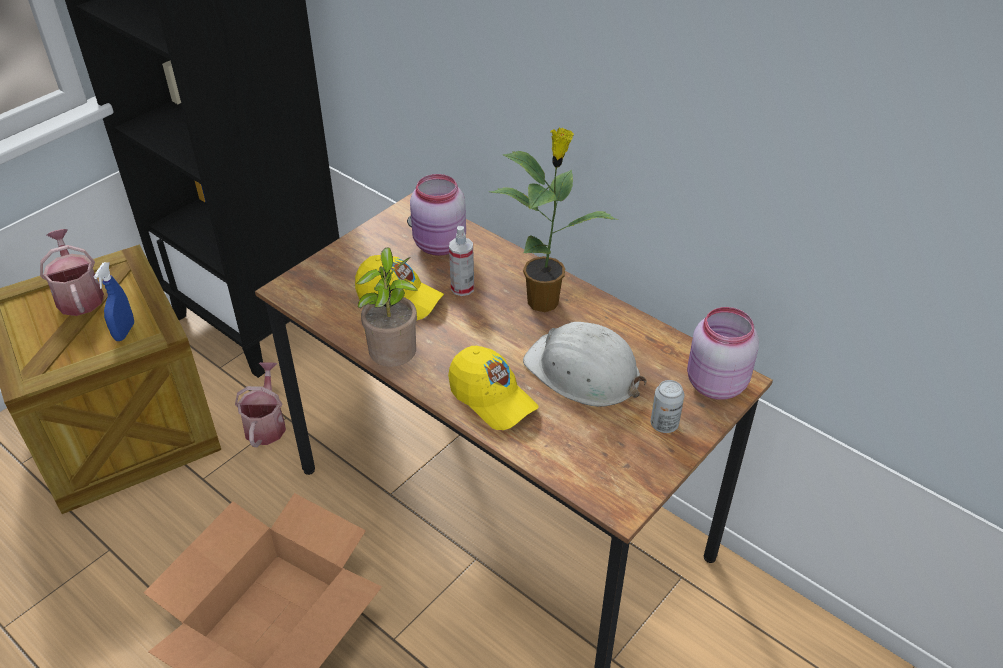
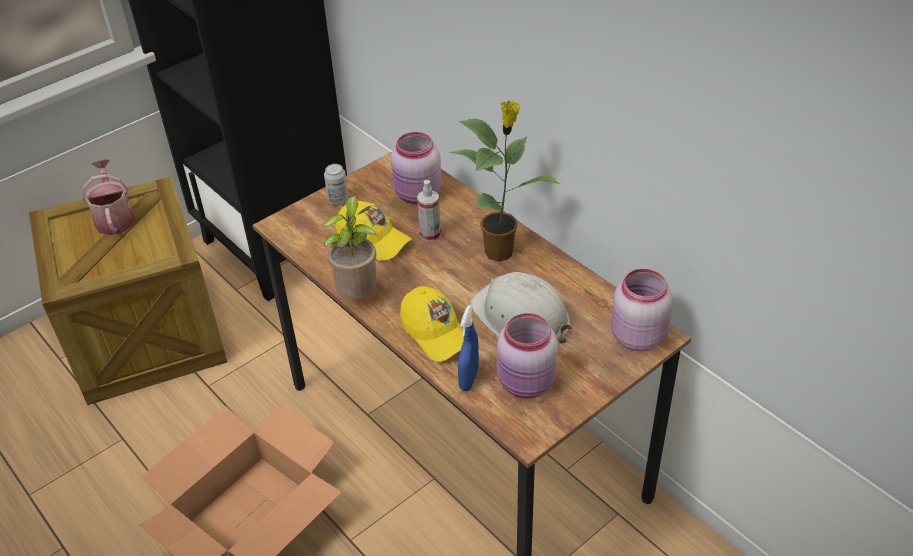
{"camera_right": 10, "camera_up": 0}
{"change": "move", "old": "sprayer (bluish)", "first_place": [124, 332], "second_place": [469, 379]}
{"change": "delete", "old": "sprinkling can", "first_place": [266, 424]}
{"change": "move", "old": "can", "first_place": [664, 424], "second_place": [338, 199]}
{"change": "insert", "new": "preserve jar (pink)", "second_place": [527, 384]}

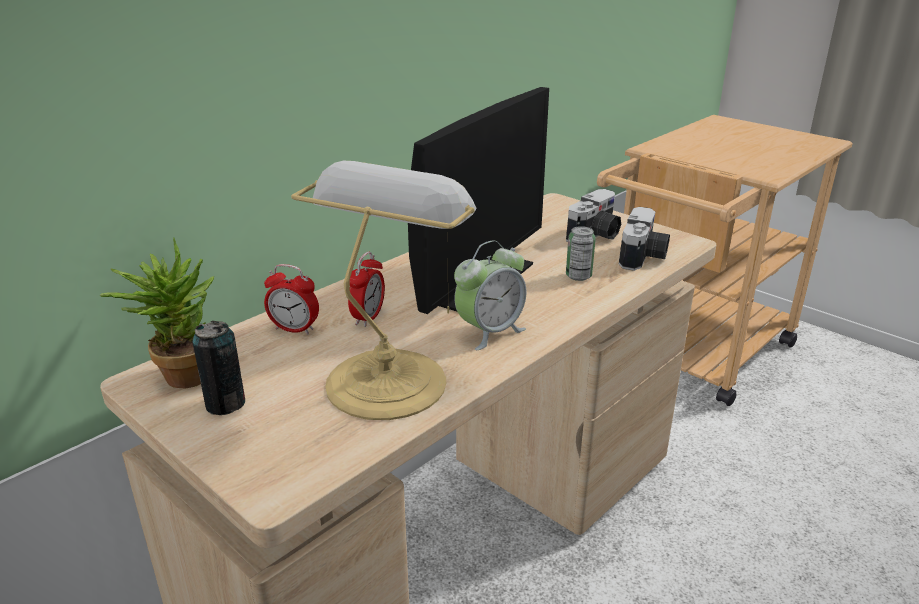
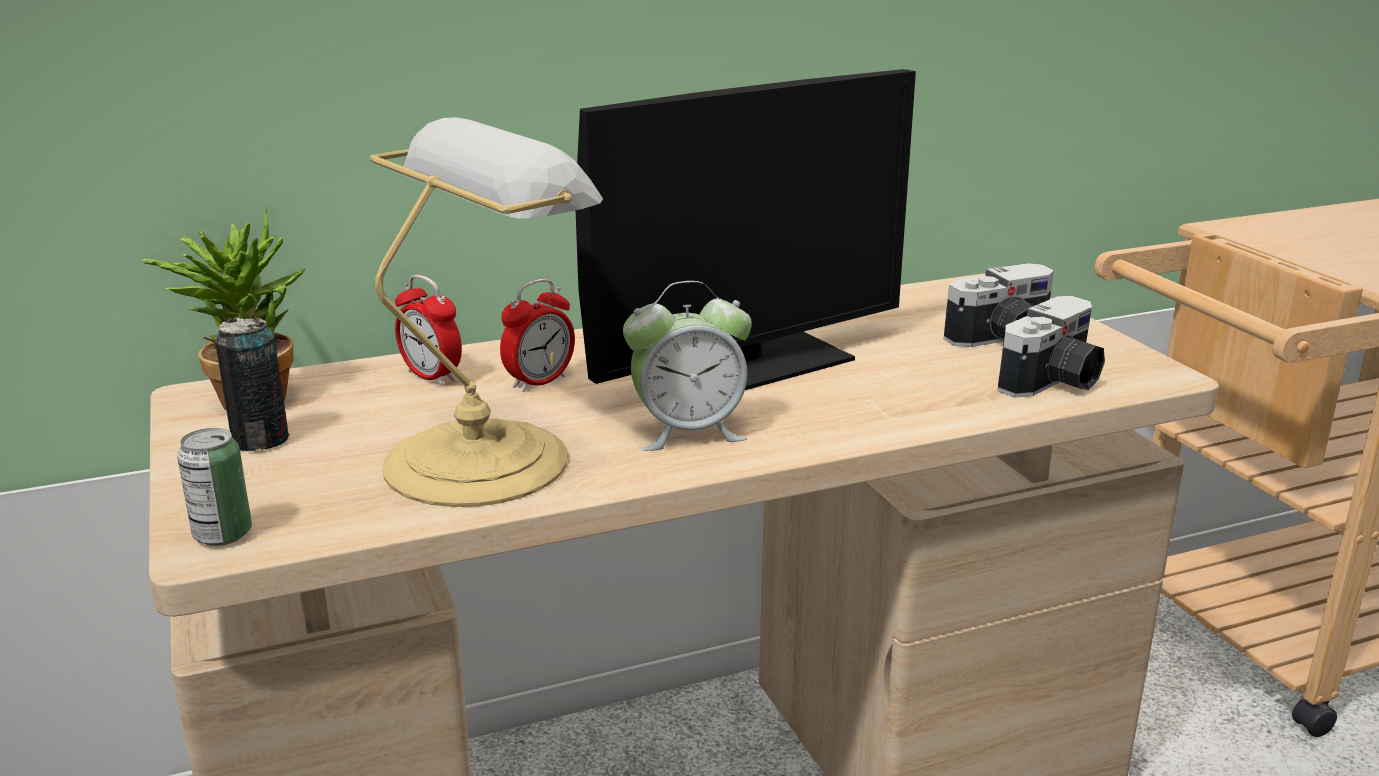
{"camera_right": 25, "camera_up": -5}
{"change": "move", "old": "can", "first_place": [578, 276], "second_place": [223, 535]}

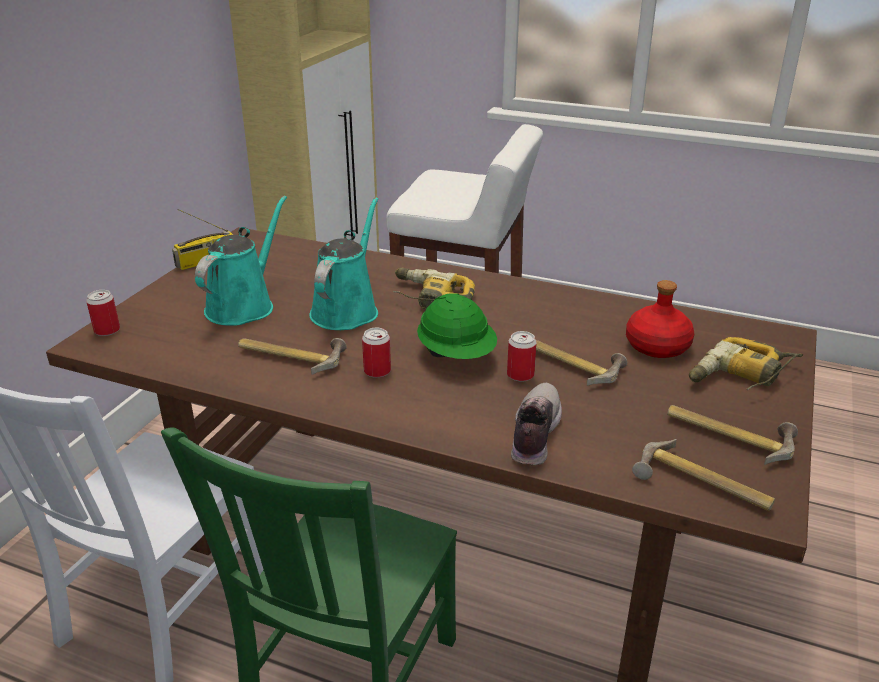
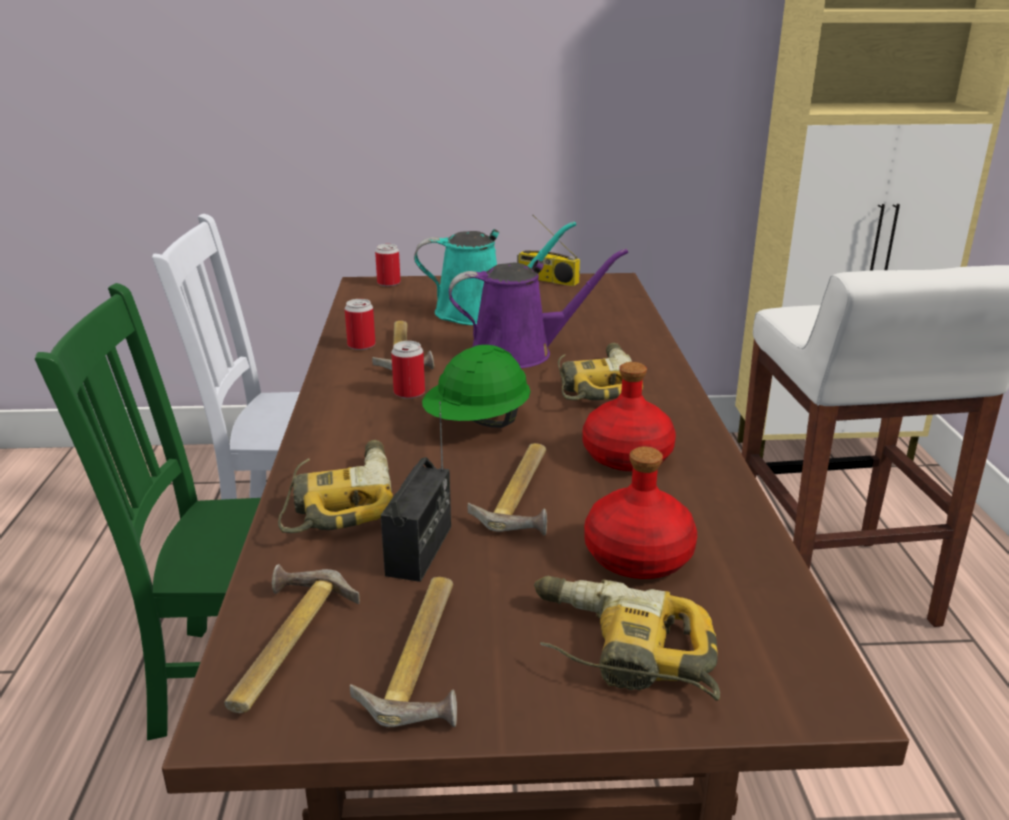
{"camera_right": 65, "camera_up": -5}
{"change": "recolor", "old": "sprinkling can (blue-green)", "new": "sprinkling can (purple-coloured)", "first_place": [347, 310], "second_place": [520, 352]}
{"change": "move", "old": "can", "first_place": [520, 375], "second_place": [361, 345]}
{"change": "replace", "old": "low shoe", "new": "drill", "first_place": [533, 434], "second_place": [339, 500]}
{"change": "insert", "new": "beverage bottle (red)", "second_place": [627, 456]}
{"change": "insert", "new": "radio set", "second_place": [420, 550]}

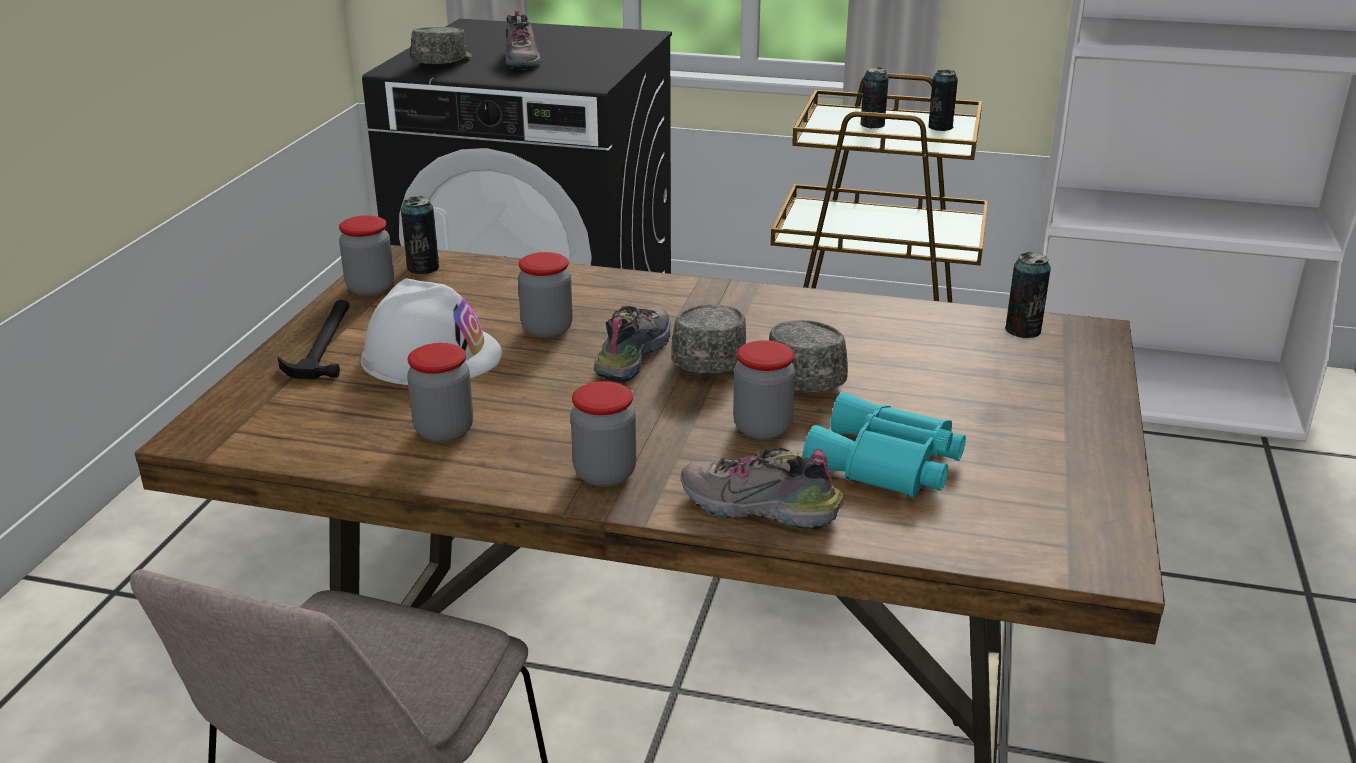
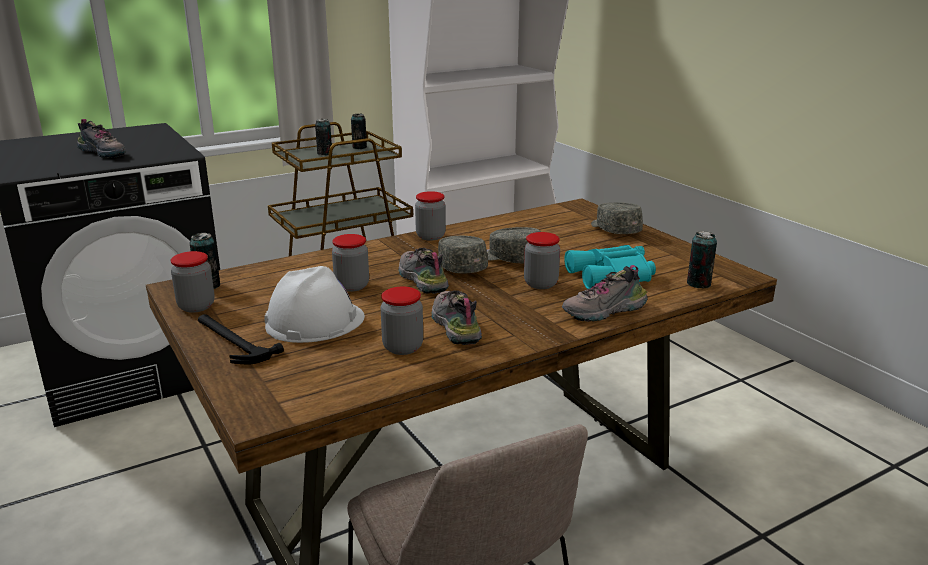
{"camera_right": -45, "camera_up": -5}
{"change": "move", "old": "cap (greyish)", "first_place": [444, 62], "second_place": [614, 230]}
{"change": "move", "old": "can", "first_place": [1022, 330], "second_place": [698, 284]}
{"change": "move", "old": "preserve jar", "first_place": [605, 474], "second_place": [430, 236]}
{"change": "insert", "new": "low shoe", "second_place": [453, 326]}

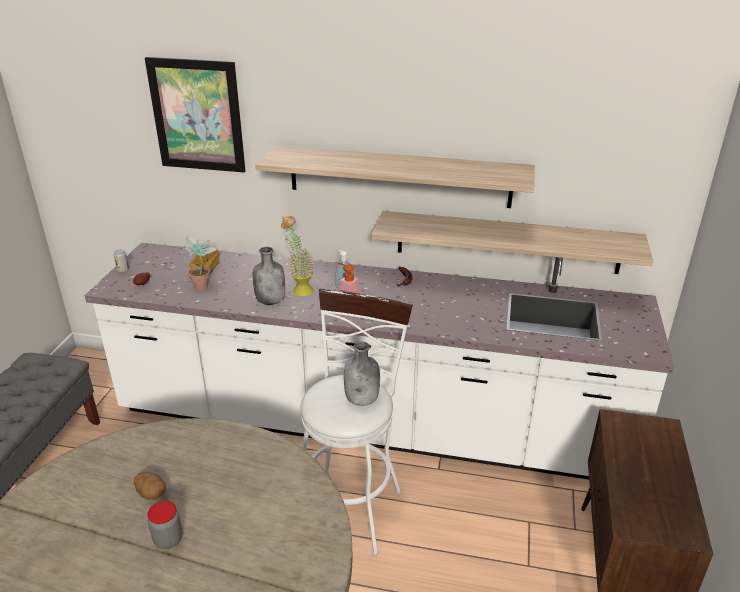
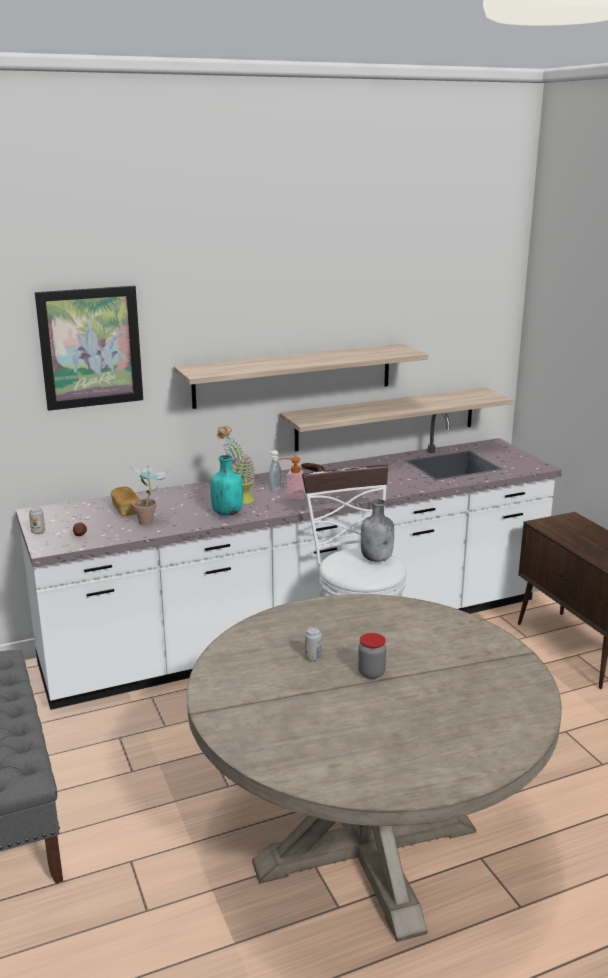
{"camera_right": -35, "camera_up": -10}
{"change": "recolor", "old": "beverage bottle (greyish)", "new": "beverage bottle (blue-green)", "first_place": [271, 301], "second_place": [227, 513]}
{"change": "replace", "old": "potato", "new": "can", "first_place": [151, 493], "second_place": [313, 657]}

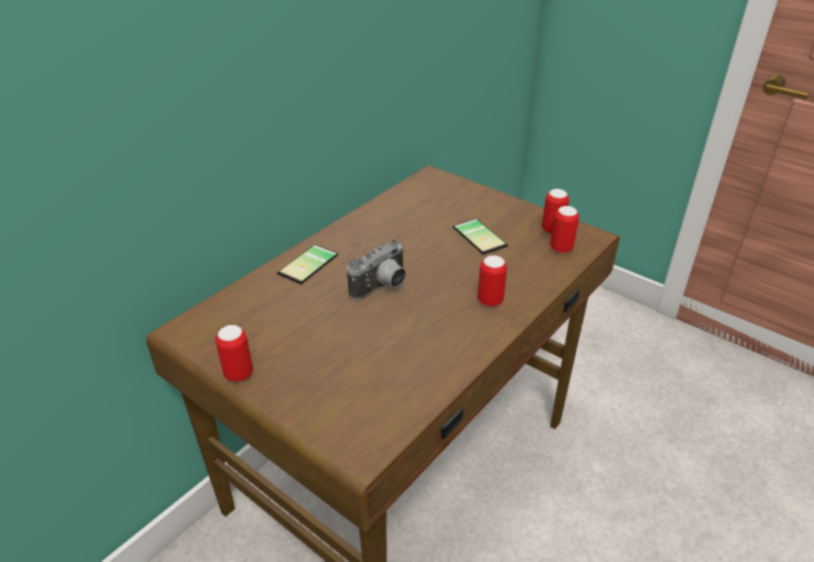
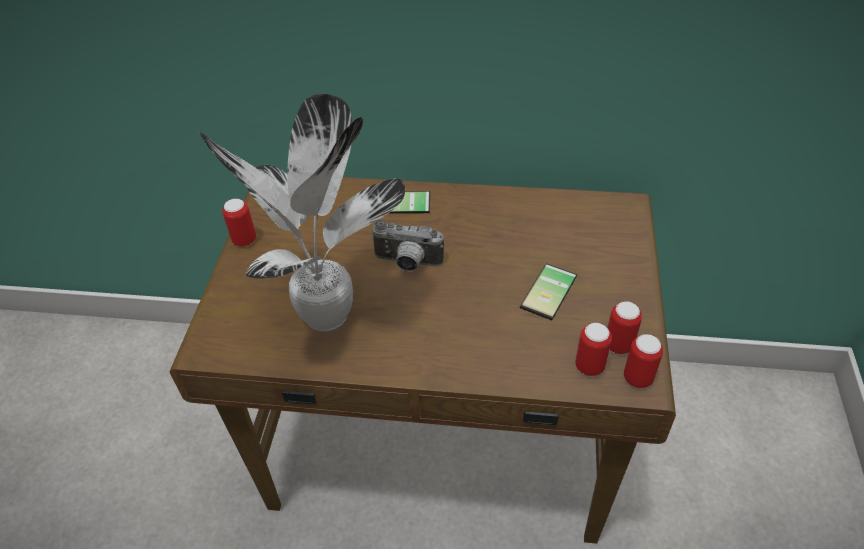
{"camera_right": 60, "camera_up": 10}
{"change": "move", "old": "can", "first_place": [490, 301], "second_place": [638, 378]}
{"change": "insert", "new": "houseplant", "second_place": [330, 318]}

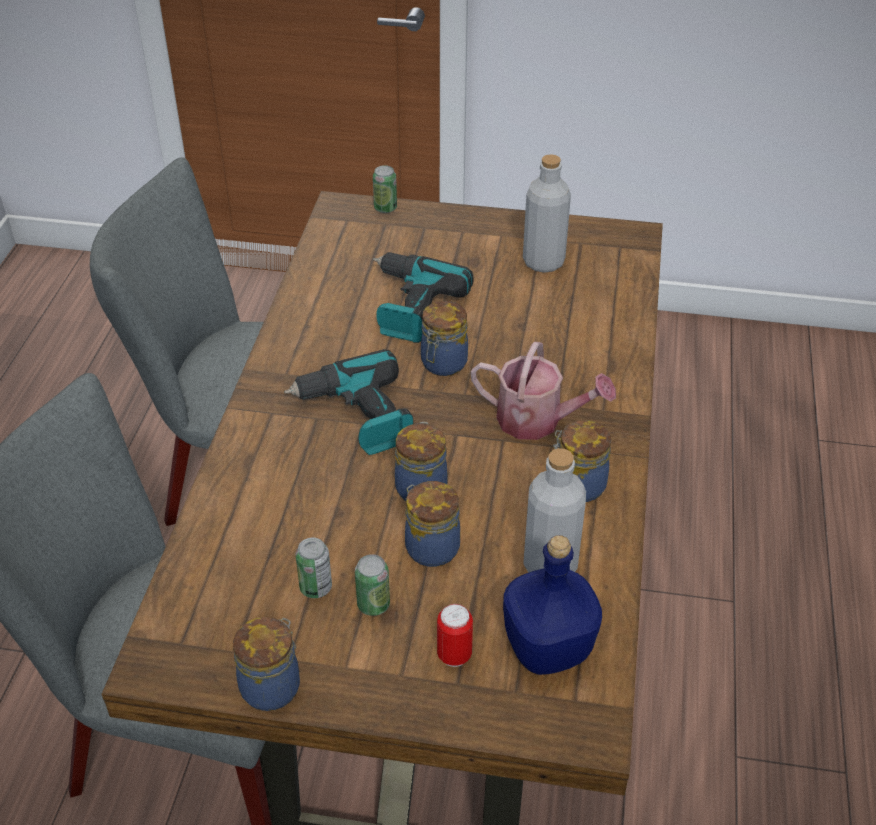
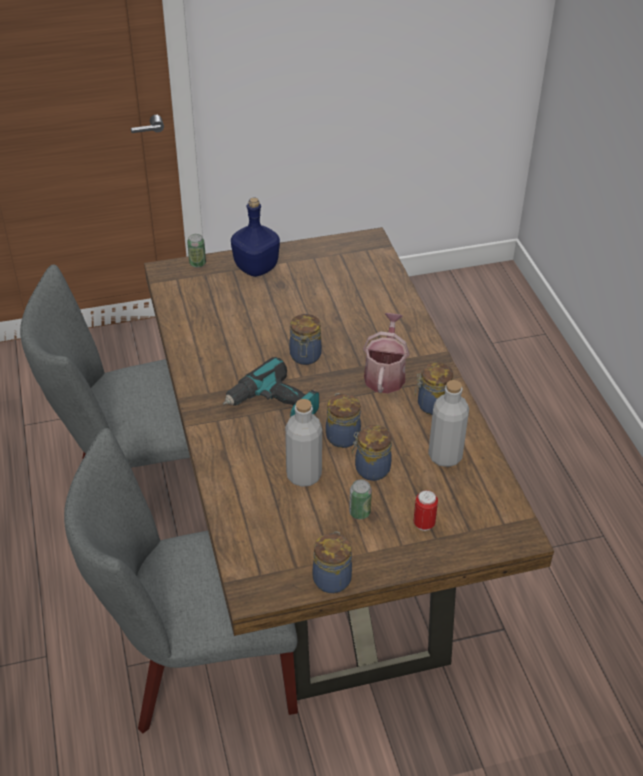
{"camera_right": -25, "camera_up": 0}
{"change": "move", "old": "beverage bottle (greyish)", "first_place": [543, 262], "second_place": [304, 475]}
{"change": "delete", "old": "drill", "first_place": [410, 306]}
{"change": "rotate", "old": "sprinkling can", "first_place": [538, 421], "second_place": [385, 374], "degrees": -75}
{"change": "move", "old": "beverage bottle (bluish)", "first_place": [546, 649], "second_place": [255, 268]}
{"change": "delete", "old": "can", "first_place": [316, 587]}

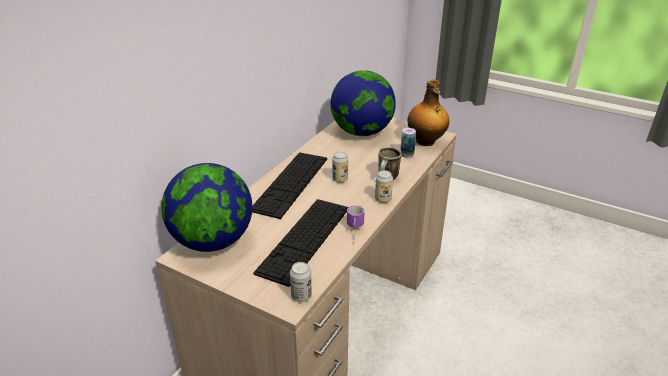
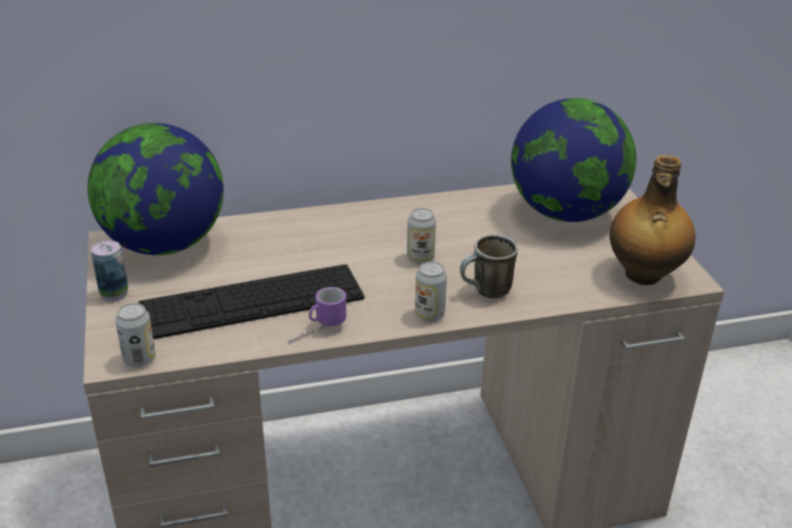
{"camera_right": 45, "camera_up": 0}
{"change": "move", "old": "can", "first_place": [407, 154], "second_place": [114, 293]}
{"change": "delete", "old": "computer keyboard", "first_place": [290, 183]}

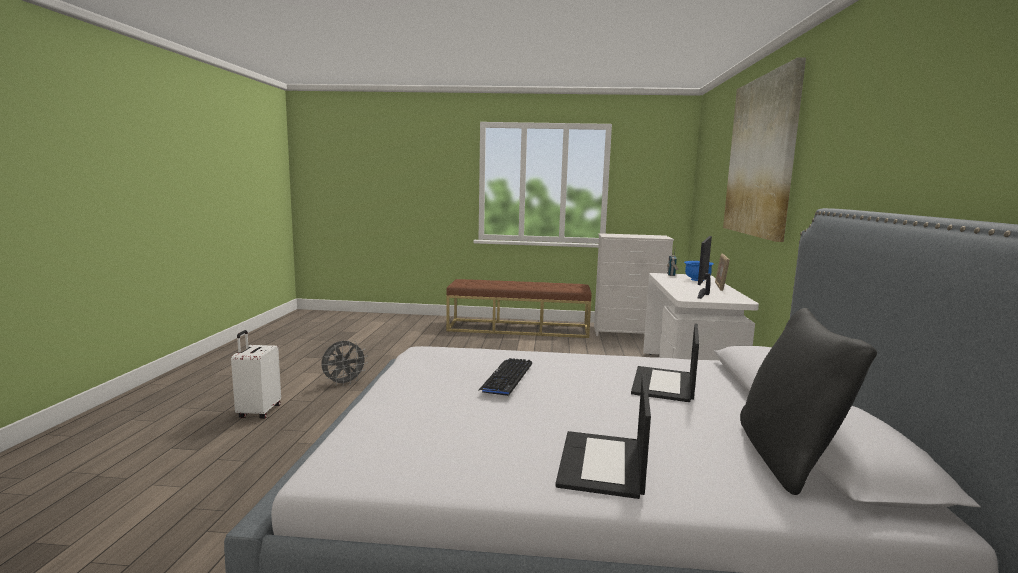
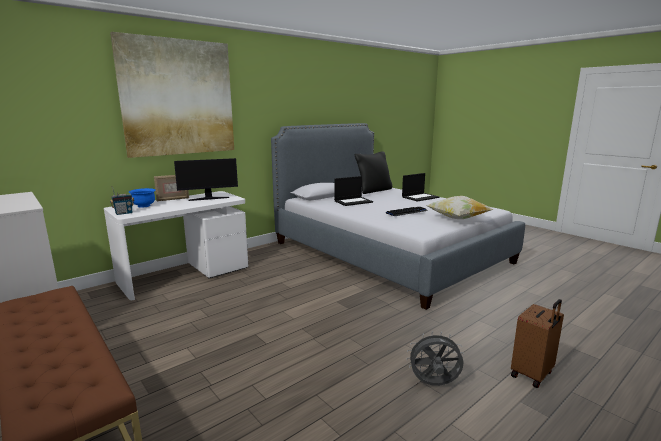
{"camera_right": -135, "camera_up": 5}
{"change": "recolor", "old": "travel case (white)", "new": "travel case (brown)", "first_place": [258, 412], "second_place": [533, 374]}
{"change": "insert", "new": "throw pillow", "second_place": [457, 219]}

